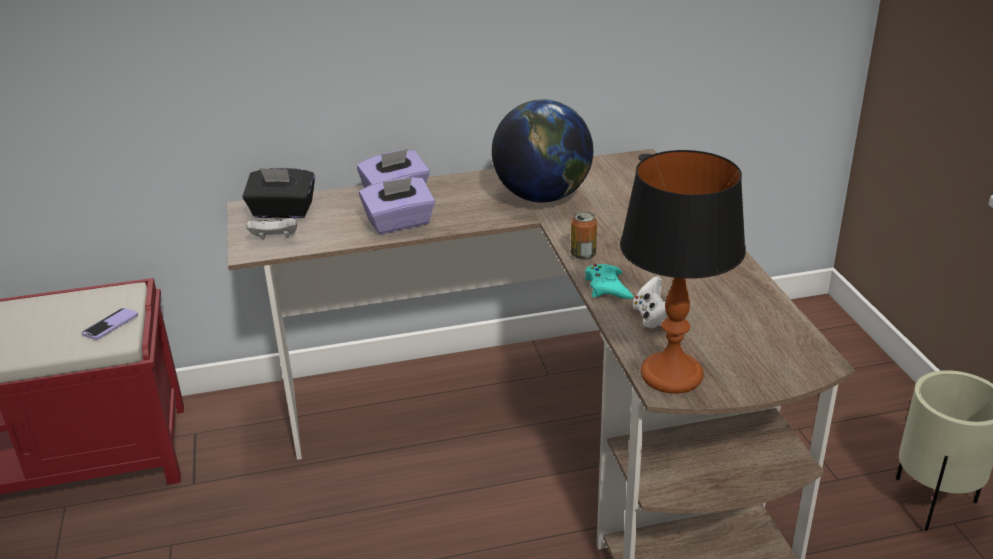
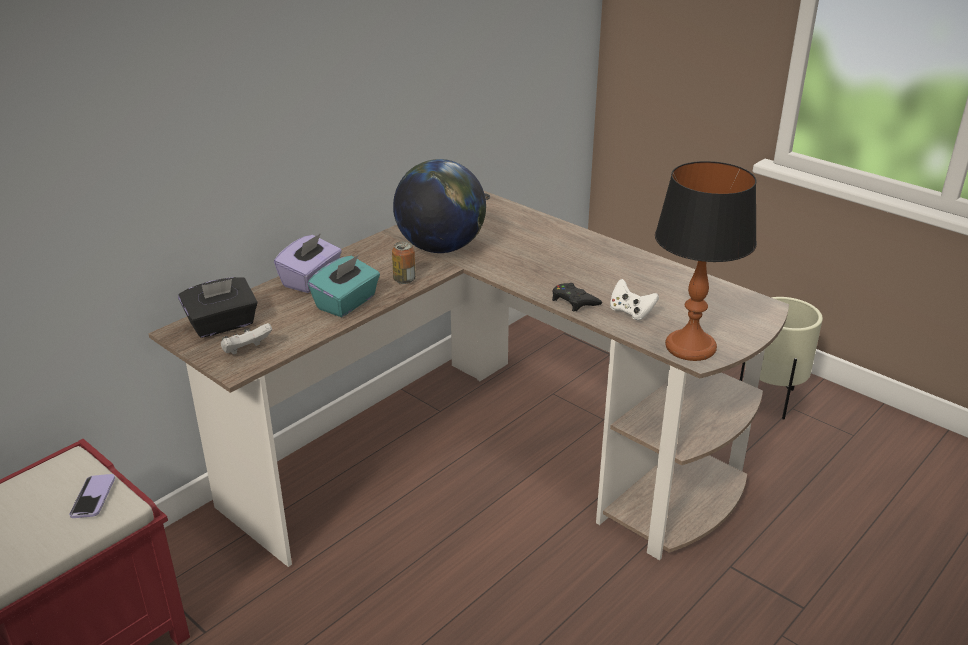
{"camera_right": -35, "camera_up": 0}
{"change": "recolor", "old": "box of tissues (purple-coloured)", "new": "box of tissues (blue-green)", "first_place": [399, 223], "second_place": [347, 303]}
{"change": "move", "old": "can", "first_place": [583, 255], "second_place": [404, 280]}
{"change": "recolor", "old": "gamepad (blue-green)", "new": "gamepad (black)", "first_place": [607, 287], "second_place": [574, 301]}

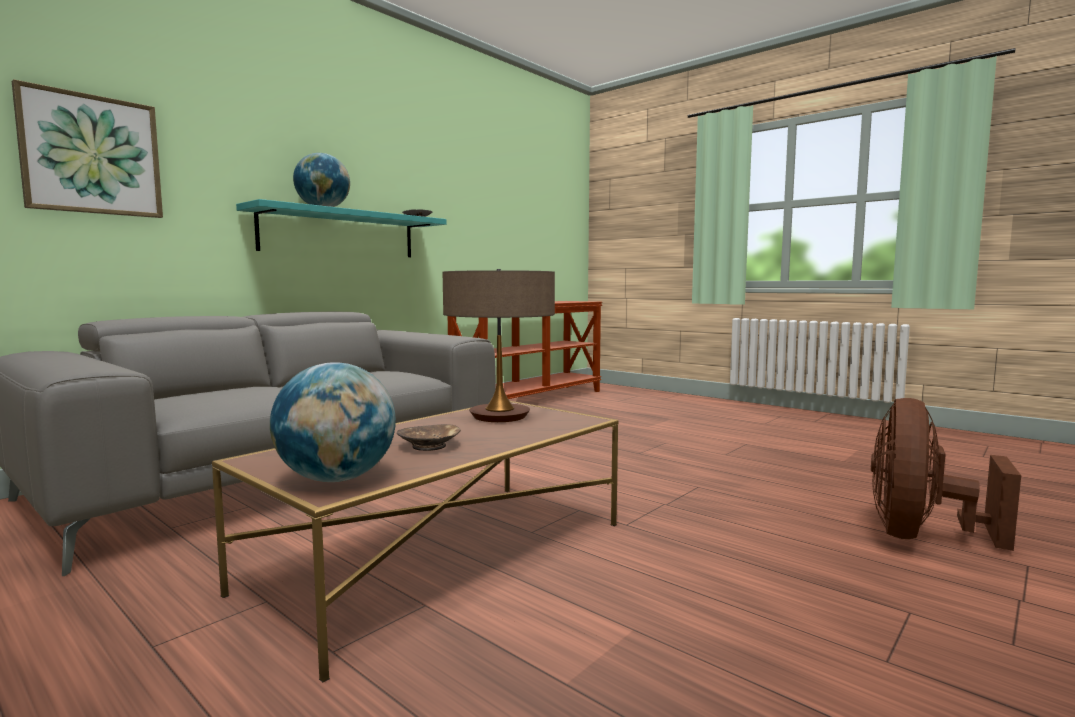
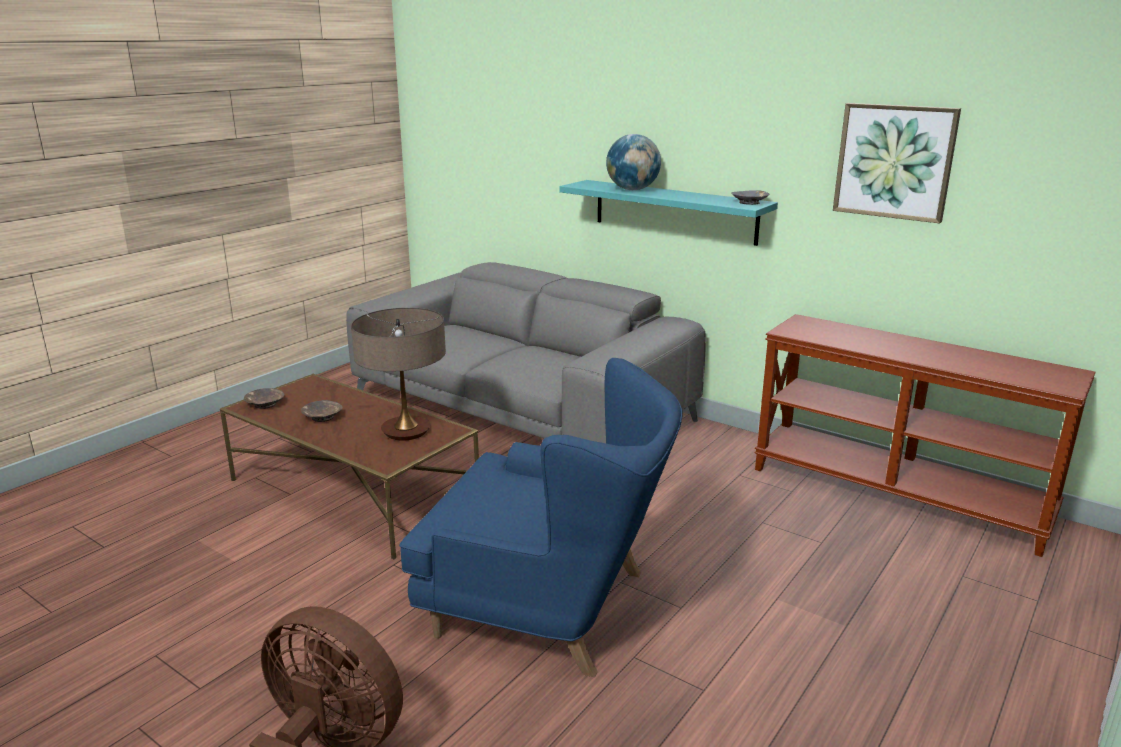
{"camera_right": 85, "camera_up": 15}
{"change": "move", "old": "wall picture", "first_place": [91, 155], "second_place": [894, 161]}
{"change": "replace", "old": "globe", "new": "serving bowl (brown)", "first_place": [336, 479], "second_place": [264, 404]}
{"change": "insert", "new": "lounge chair (bluish)", "second_place": [548, 605]}

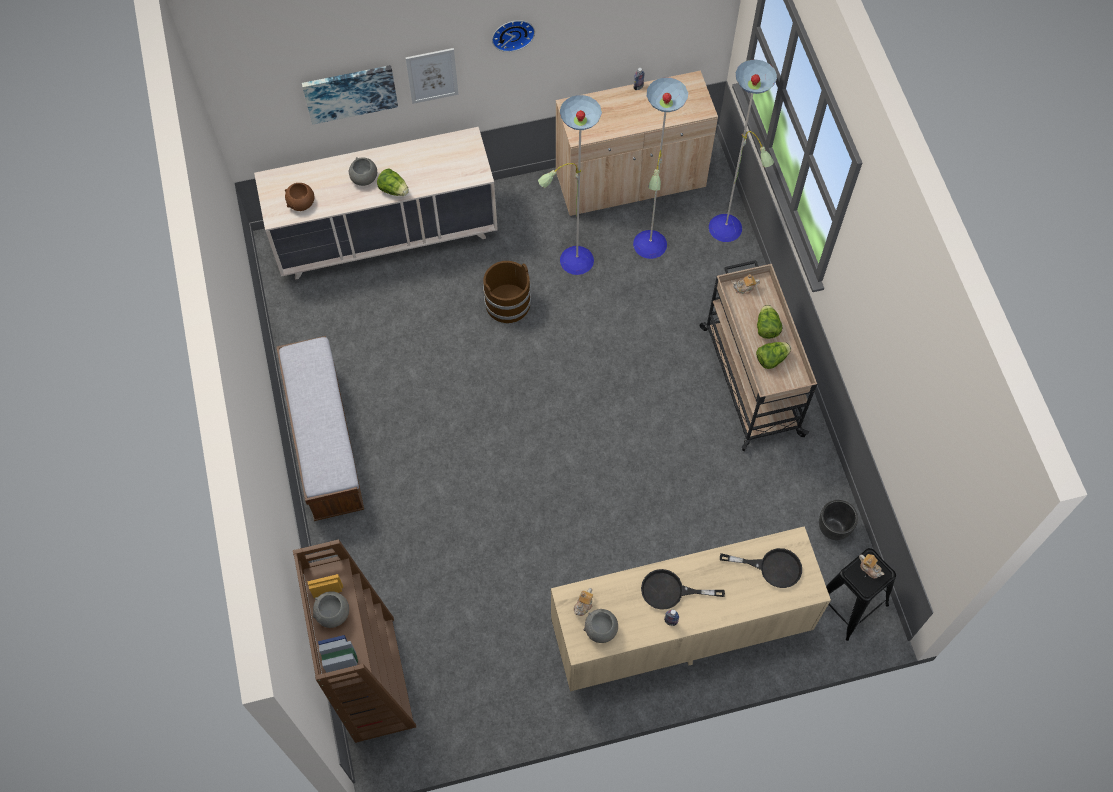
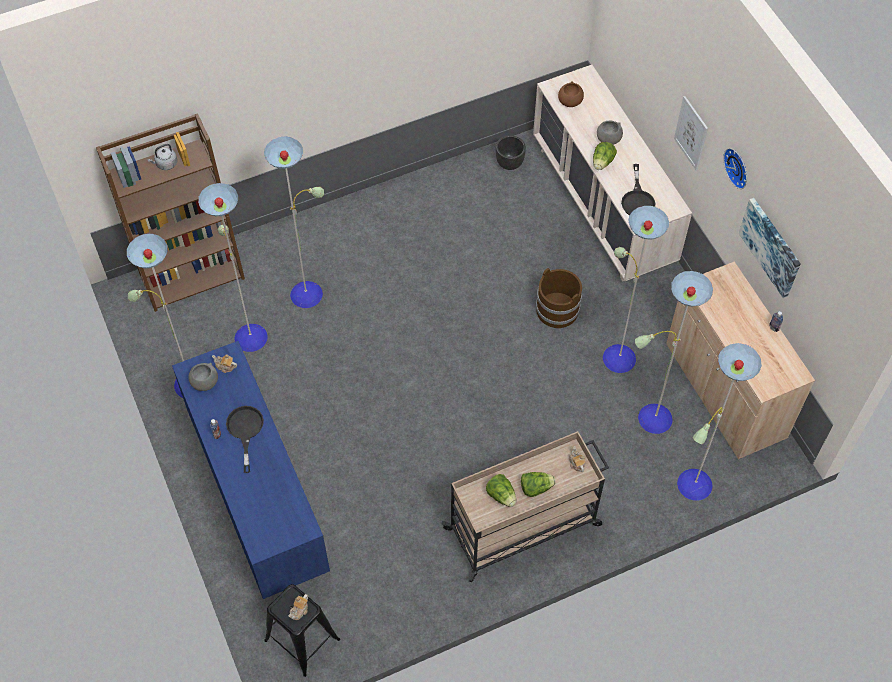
{"camera_right": 80, "camera_up": -5}
{"change": "move", "old": "wall picture", "first_place": [350, 92], "second_place": [771, 246]}
{"change": "delete", "old": "long seat", "first_place": [325, 441]}
{"change": "move", "old": "flower pot (black)", "first_place": [833, 528], "second_place": [510, 164]}
{"change": "recolor", "old": "chest of drawers (beige)", "new": "chest of drawers (bluish)", "first_place": [679, 630], "second_place": [257, 494]}
{"change": "move", "old": "skillet (black)", "first_place": [772, 567], "second_place": [637, 200]}
{"change": "replace", "old": "serving bowl (greyish)", "new": "water kettle (greyish)", "first_place": [333, 614], "second_place": [165, 164]}
{"change": "insert", "new": "standard lamp", "second_place": [249, 335]}

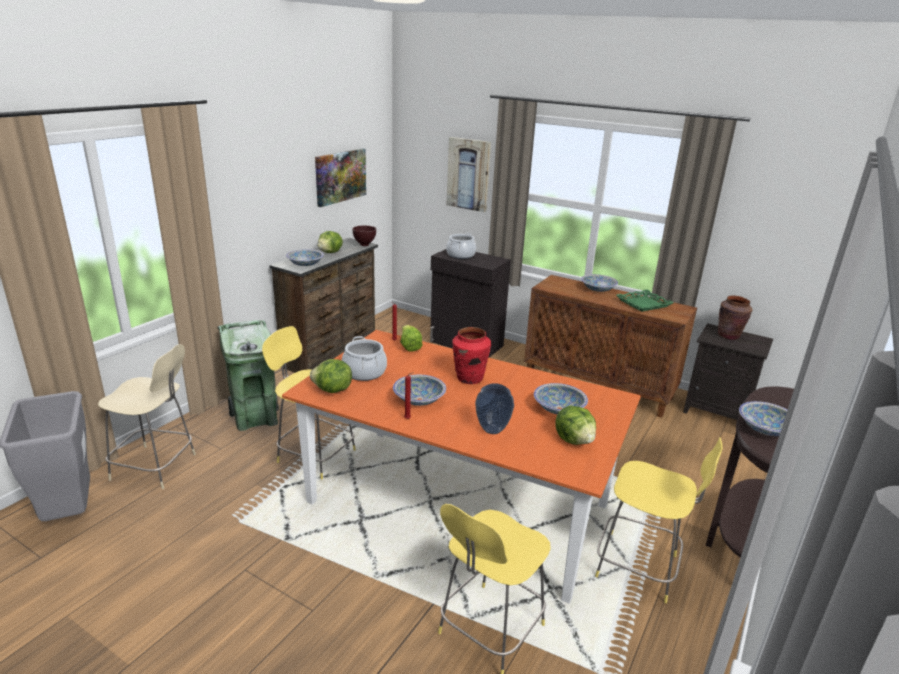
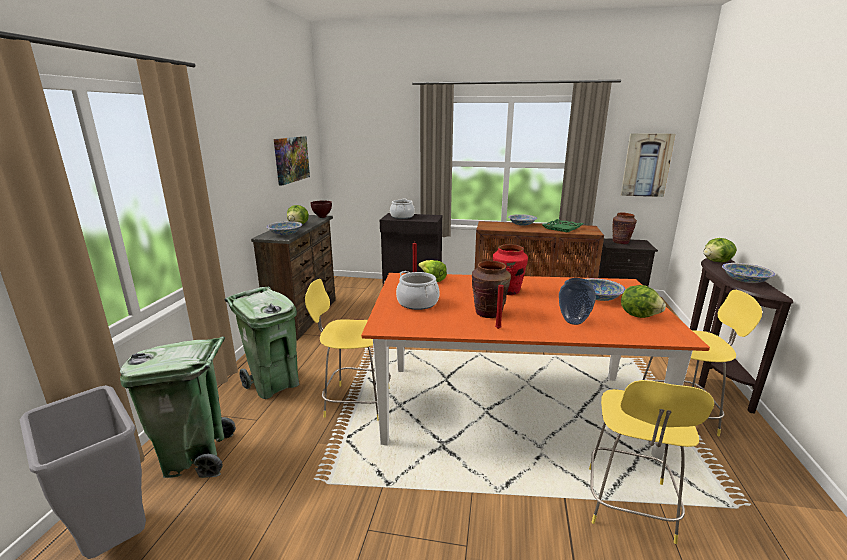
{"camera_right": -20, "camera_up": -5}
{"change": "move", "old": "wall picture", "first_place": [468, 174], "second_place": [646, 165]}
{"change": "replace", "old": "sitting stool (beige)", "new": "rubbish bin (greenish)", "first_place": [156, 467], "second_place": [196, 456]}
{"change": "move", "old": "lettuce head", "first_place": [332, 390], "second_place": [717, 262]}
{"change": "replace", "old": "serving bowl", "new": "vase (brown)", "first_place": [419, 399], "second_place": [489, 313]}

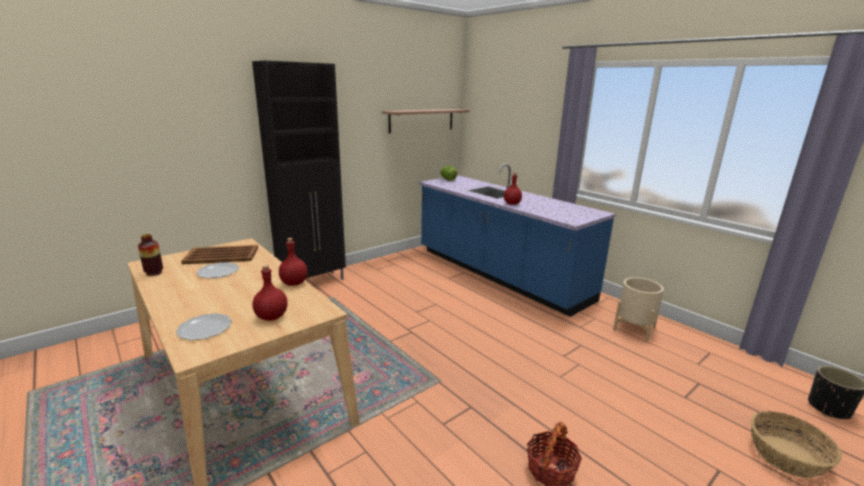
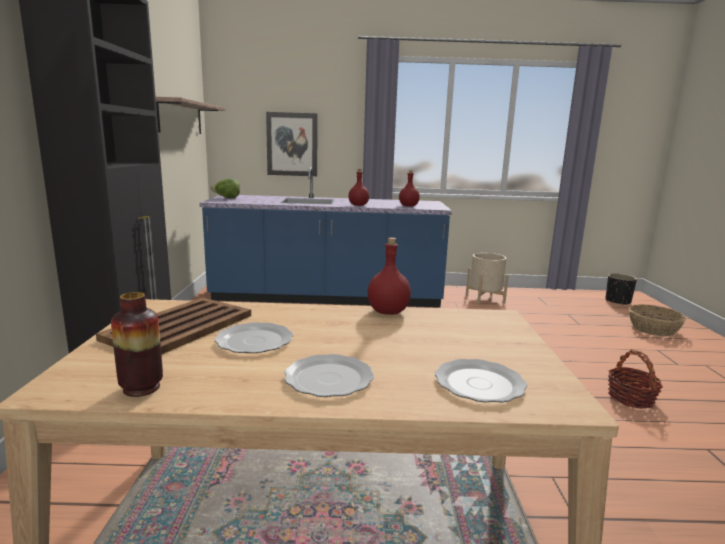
{"camera_right": -50, "camera_up": -5}
{"change": "move", "old": "beverage bottle (red)", "first_place": [271, 317], "second_place": [408, 206]}
{"change": "insert", "new": "wall picture", "second_place": [292, 144]}
{"change": "insert", "new": "plate", "second_place": [330, 378]}

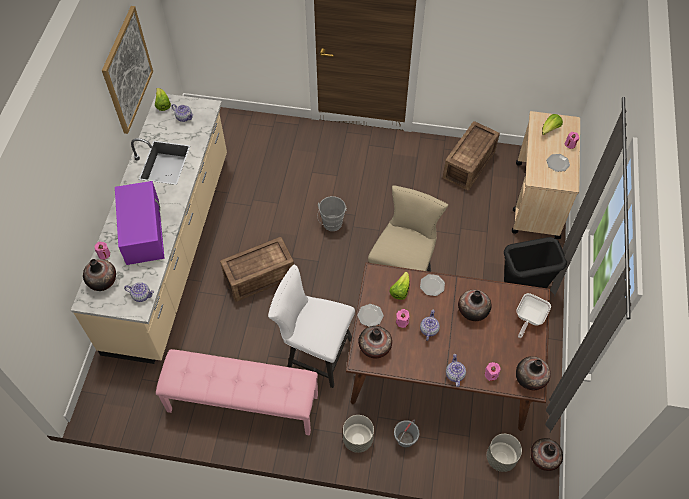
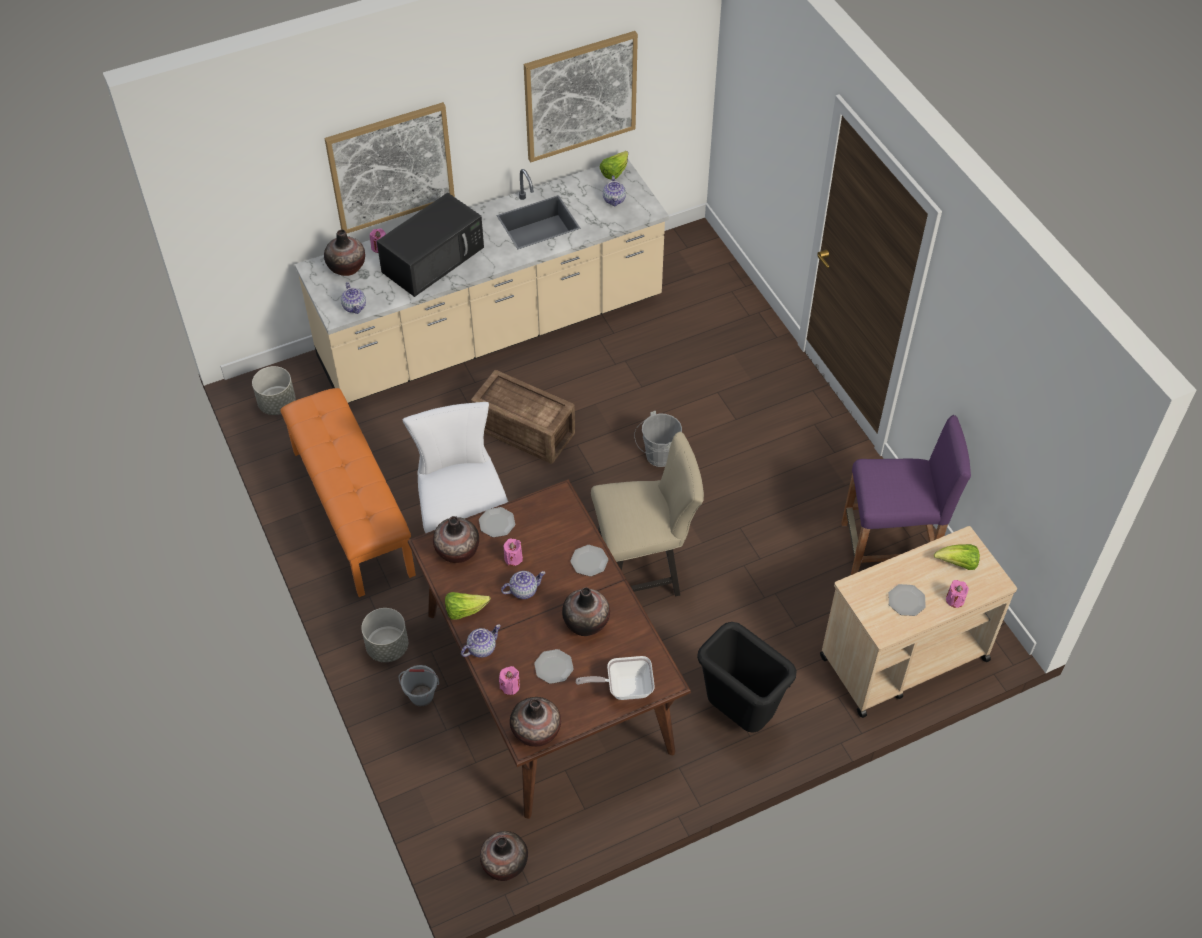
{"camera_right": 55, "camera_up": -5}
{"change": "replace", "old": "packing crate", "new": "sitting stool (purple-coloured)", "first_place": [470, 164], "second_place": [890, 549]}
{"change": "recolor", "old": "microwave oven (purple-coloured)", "new": "microwave oven (black)", "first_place": [142, 230], "second_place": [434, 258]}
{"change": "move", "old": "lettuce head", "first_place": [400, 291], "second_place": [464, 610]}
{"change": "recolor", "old": "long seat (pink)", "new": "long seat (orange-coloured)", "first_place": [242, 404], "second_place": [351, 512]}
{"change": "move", "old": "flower pot (greyish)", "first_place": [500, 458], "second_place": [277, 403]}
{"change": "insert", "new": "wall picture", "second_place": [391, 167]}
{"change": "insert", "new": "plate", "second_place": [553, 667]}

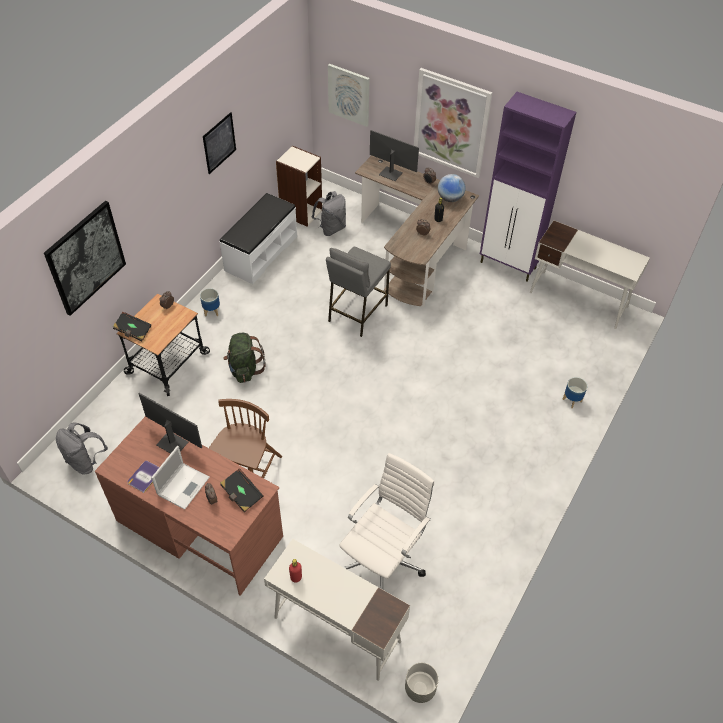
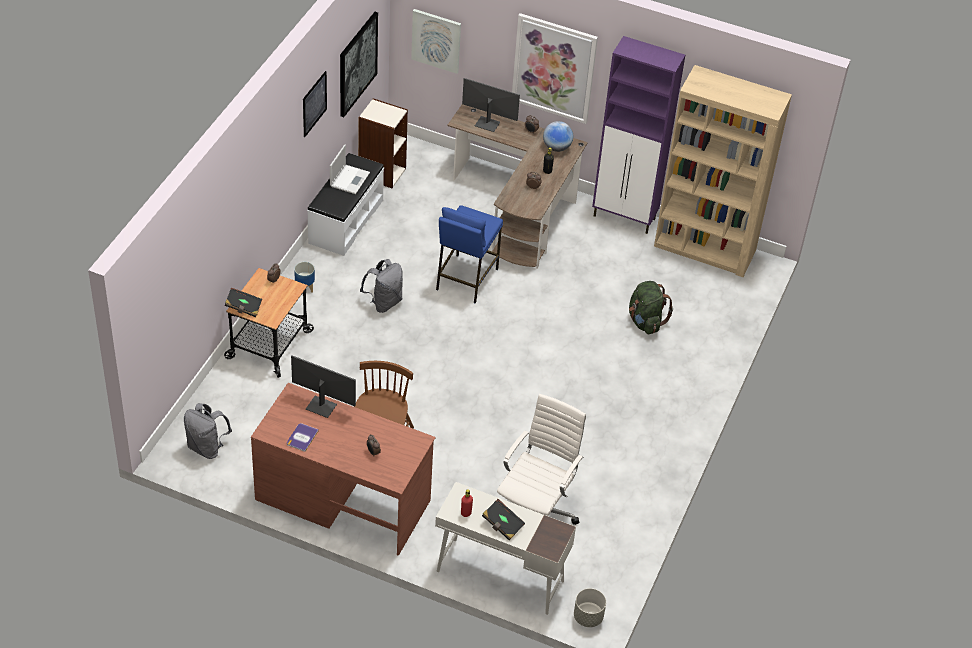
{"camera_right": -10, "camera_up": -5}
{"change": "move", "old": "backpack (greyish)", "first_place": [331, 228], "second_place": [384, 302]}
{"change": "move", "old": "wall picture", "first_place": [85, 258], "second_place": [357, 64]}
{"change": "replace", "old": "desk table (white)", "new": "shelving unit (beige)", "first_place": [579, 299], "second_place": [705, 249]}
{"change": "recolor", "old": "sitting stool (greyish)", "new": "sitting stool (bluish)", "first_place": [357, 313], "second_place": [466, 279]}
{"change": "move", "old": "backpack (greenish)", "first_place": [244, 369], "second_place": [645, 321]}
{"change": "delete", "old": "flower pot", "first_place": [572, 400]}
{"change": "move", "old": "laptop", "first_place": [184, 485], "second_place": [350, 179]}
{"change": "move", "old": "volume (black)", "first_place": [241, 494], "second_place": [502, 525]}

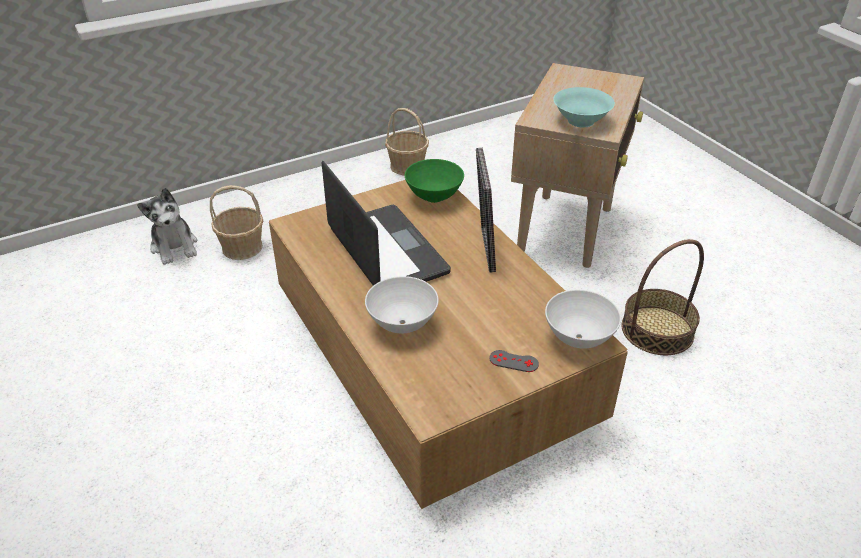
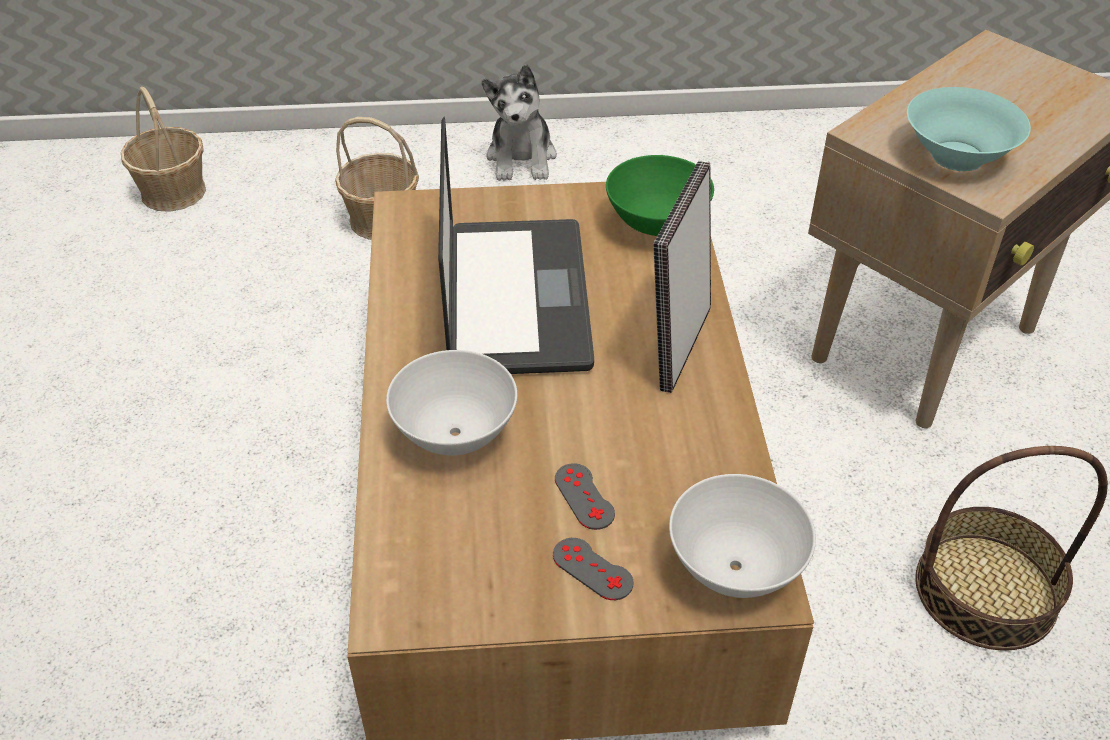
{"camera_right": 25, "camera_up": 5}
{"change": "move", "old": "basket", "first_place": [407, 166], "second_place": [173, 191]}
{"change": "move", "old": "soft toy", "first_place": [175, 246], "second_place": [522, 158]}
{"change": "insert", "new": "gamepad (greyish)", "second_place": [584, 496]}

